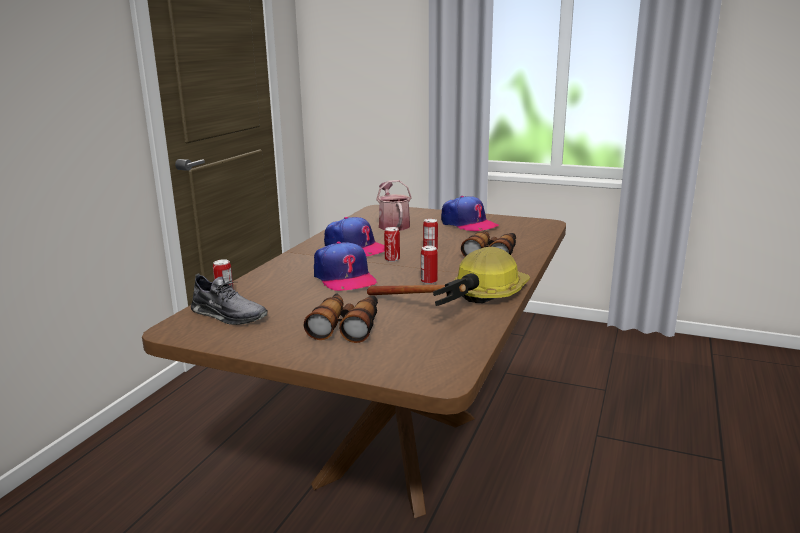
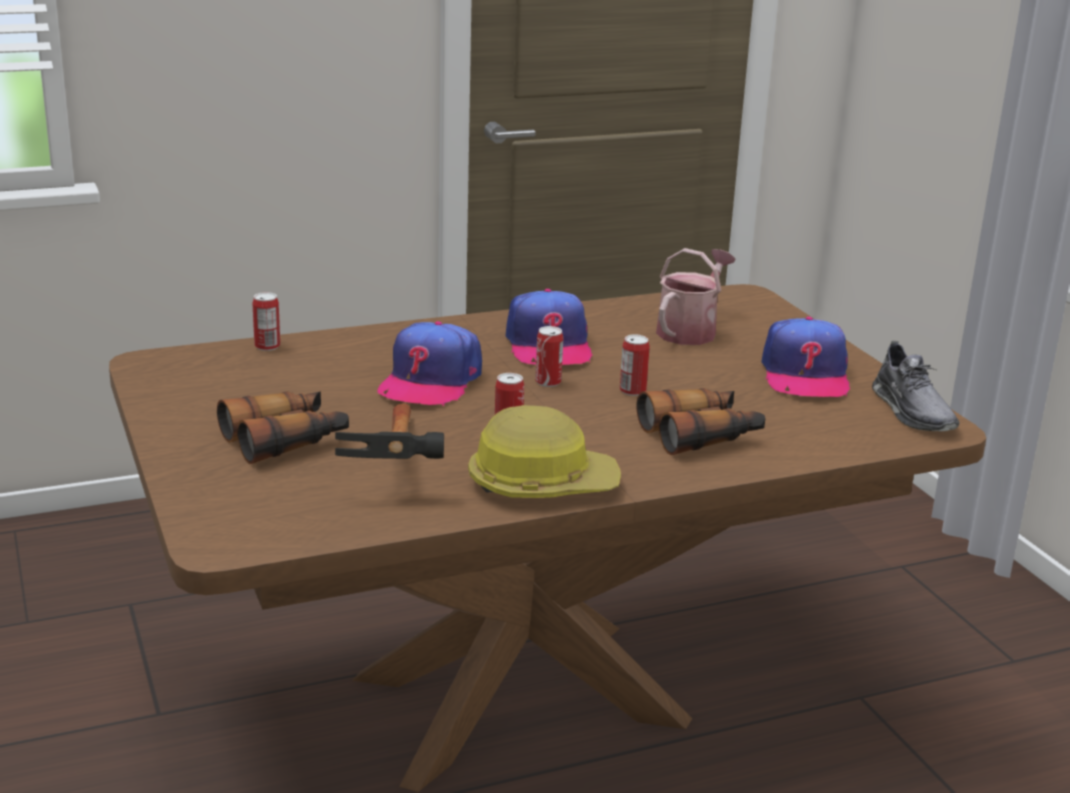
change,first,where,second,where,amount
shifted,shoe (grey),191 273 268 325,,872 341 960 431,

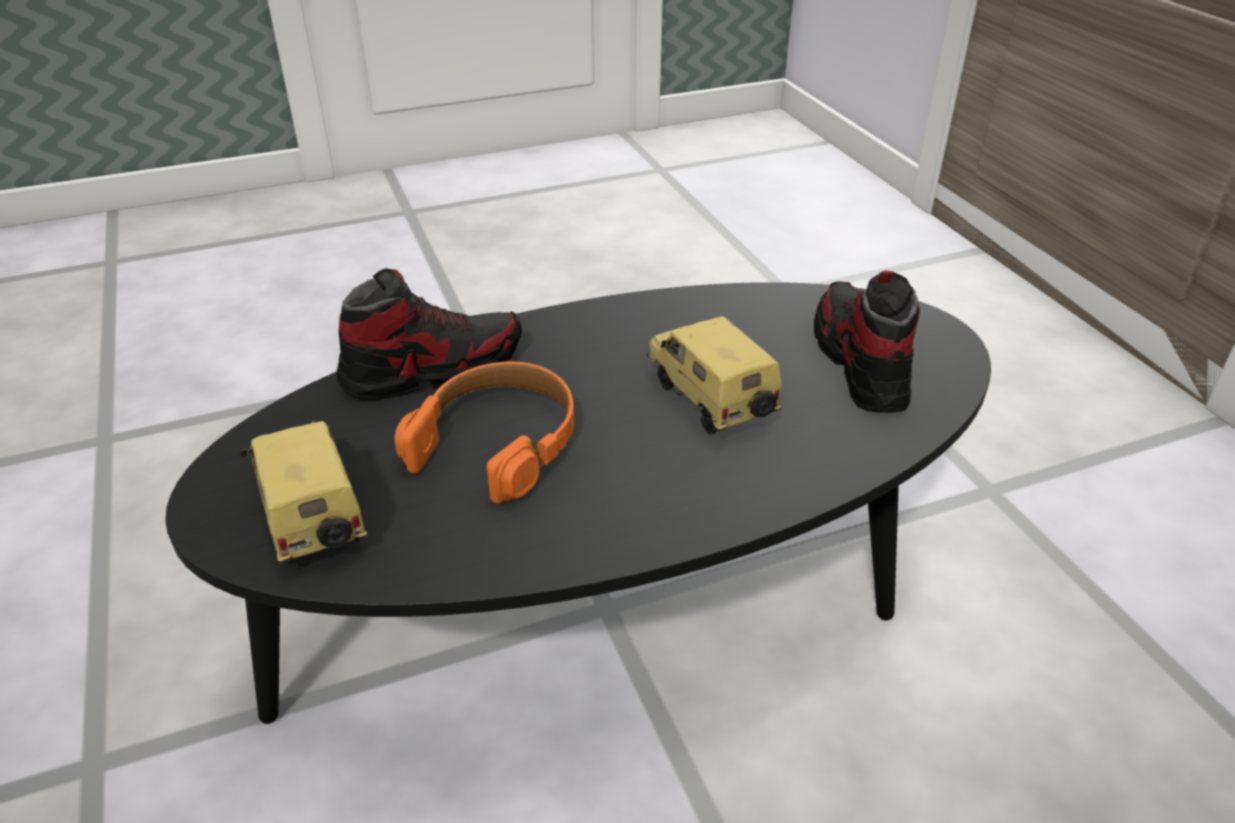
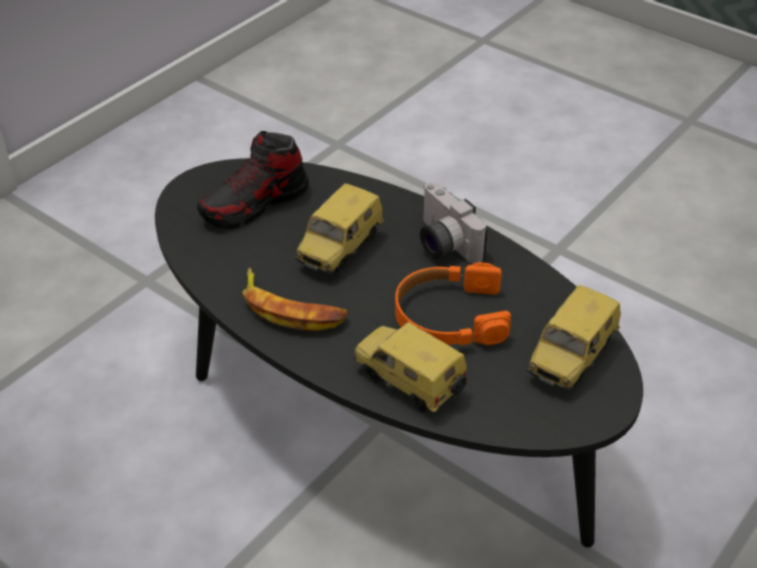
change,first,where,second,where,amount
swapped,shoe,336 268 522 400,toy car,354 322 468 413,
new,,,photo camera,420 182 488 264,
new,,,banana,243 268 348 331,

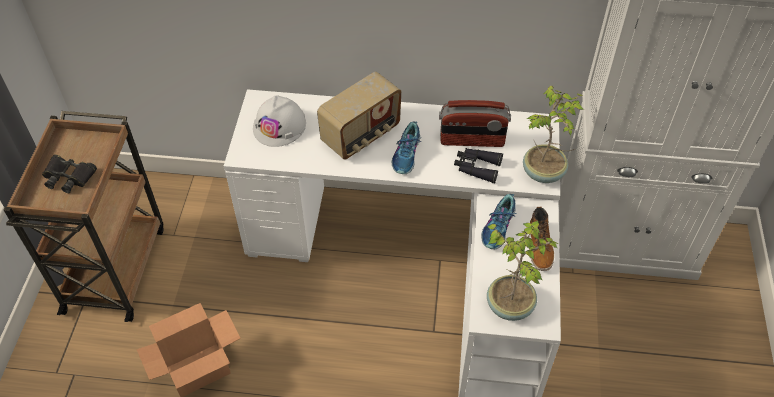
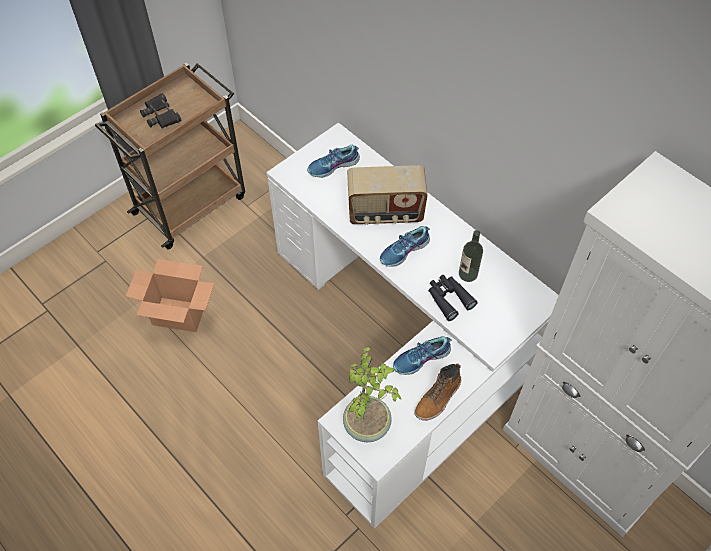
change,first,where,second,where,amount
gone,potted plant,523 86 584 183,,,
swapped,hard hat (white),253 95 306 147,shoe,307 145 360 178,
swapped,radio,439 100 511 147,bottle,459 230 483 282,

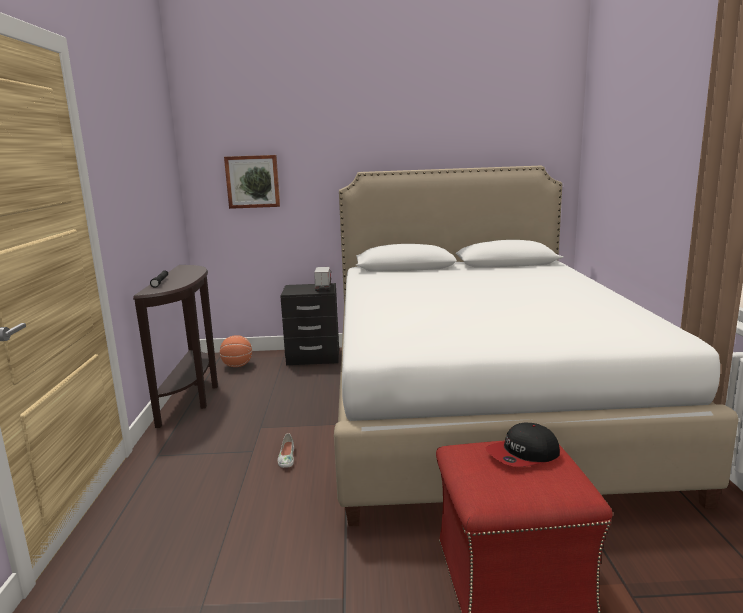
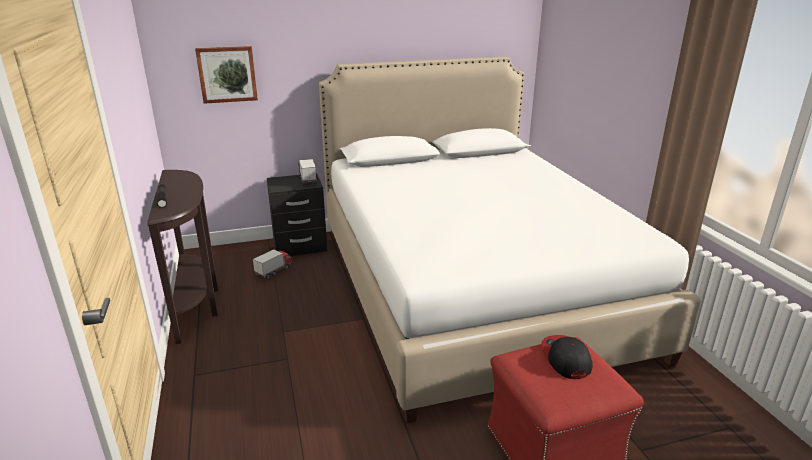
change,first,where,second,where,amount
gone,basketball,220 335 252 367,,,
rotated,cap,486 423 560 467,,541 335 593 379,120 degrees clockwise
gone,shoe (white),278 433 294 468,,,
new,,,toy truck,253 249 292 280,

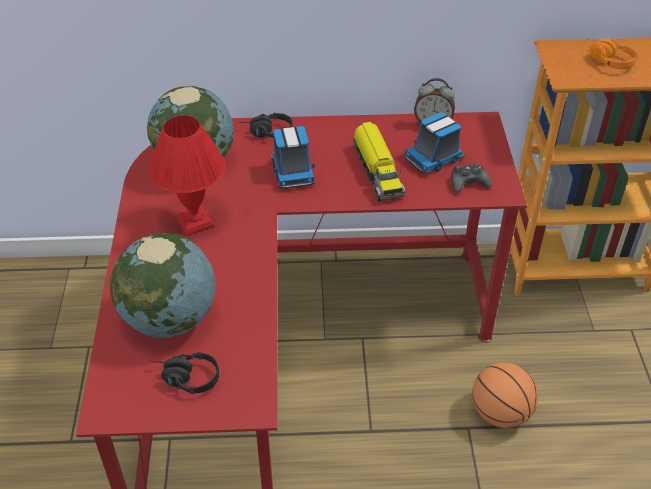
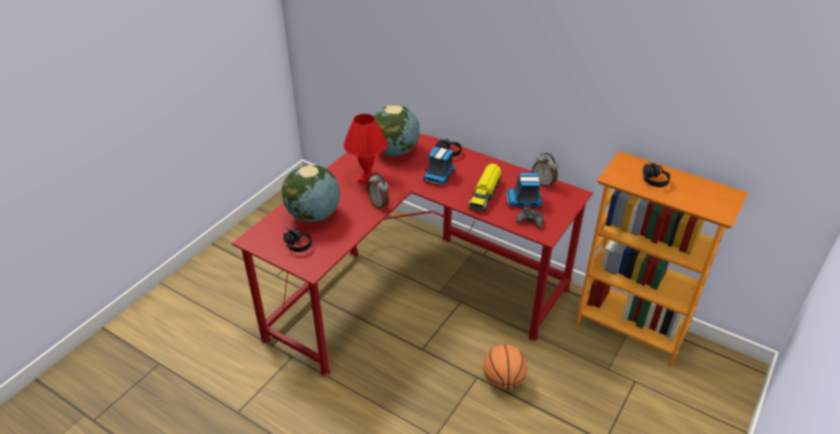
change,first,where,second,where,amount
repainted,headphones (orange),586 38 637 69,headphones (black),643 161 670 187,
new,,,alarm clock,368 174 389 210,

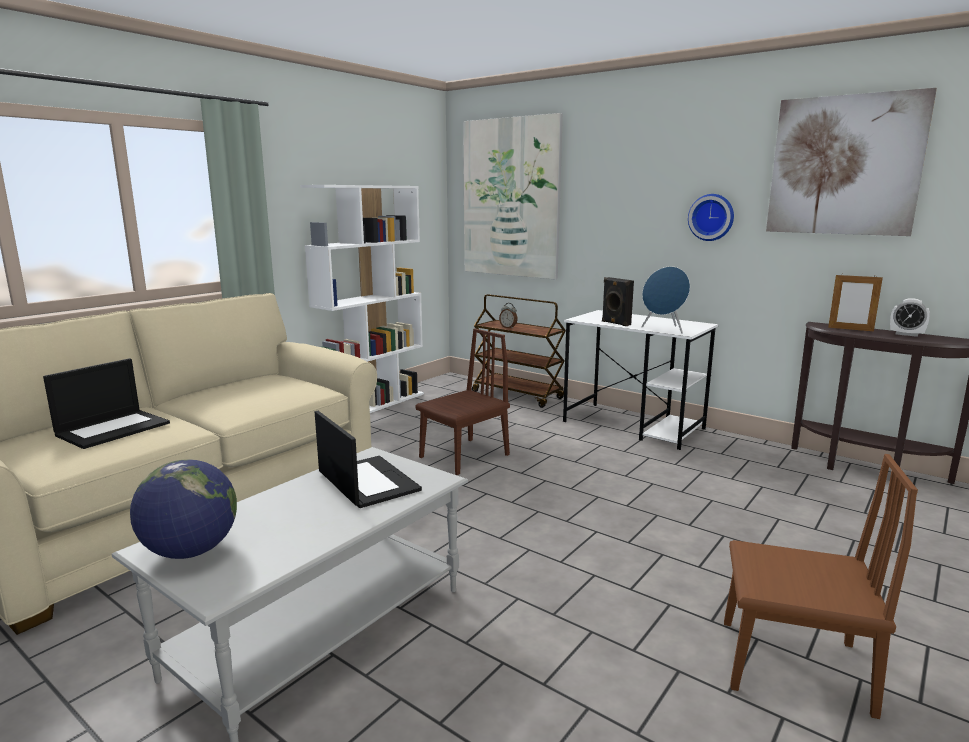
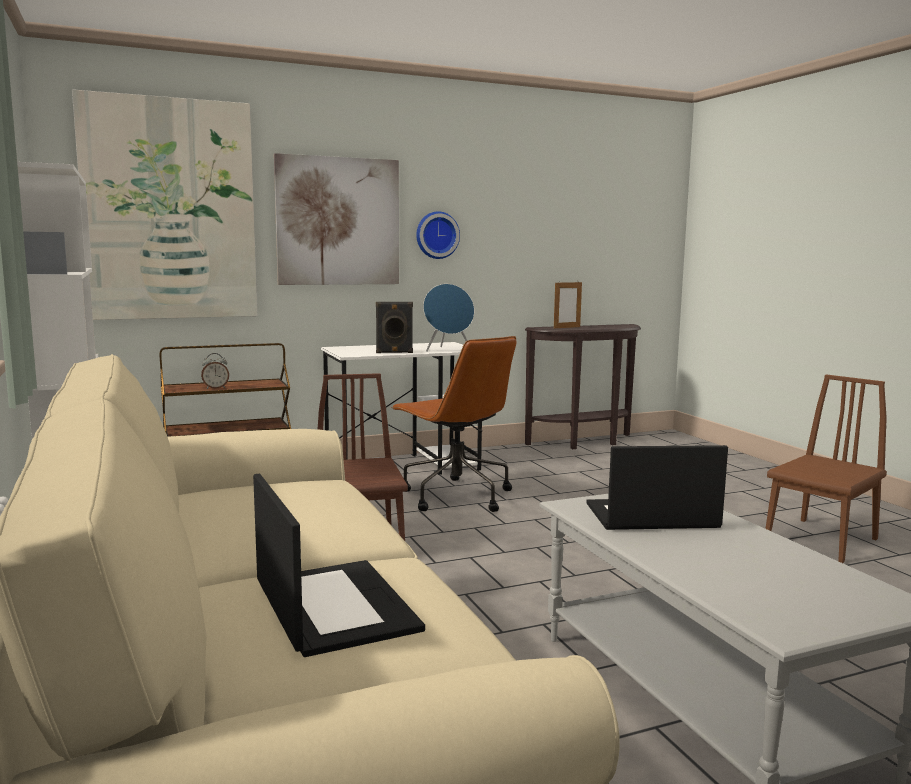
change,first,where,second,where,amount
shifted,picture,766 88 937 236,,274 153 399 285,
gone,alarm clock,890 298 930 337,,,
gone,globe,130 460 237 559,,,
new,,,office chair (brown),391 336 516 512,

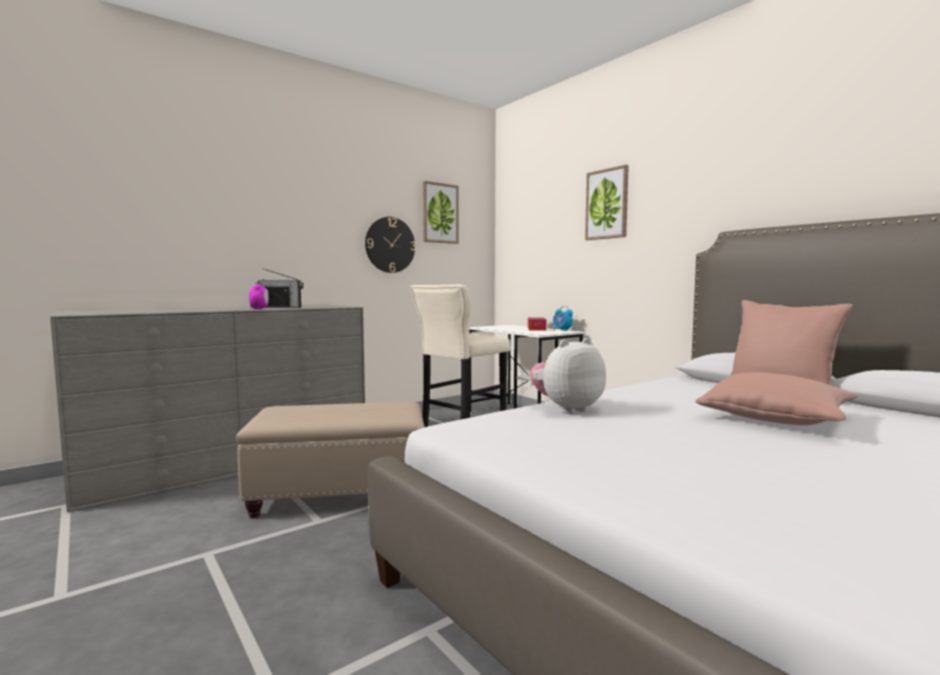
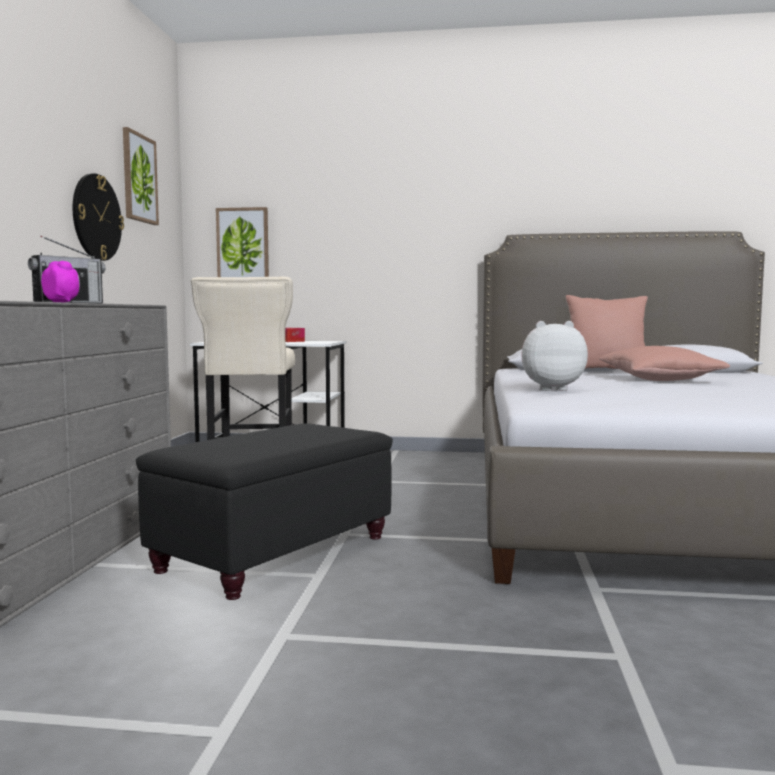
change,first,where,second,where,amount
shifted,picture,585 165 629 240,,216 207 269 277,
gone,alarm clock,553 306 573 331,,,
rotated,plush toy,530 338 606 414,,521 321 588 391,75 degrees clockwise
repainted,ottoman (beige),236 402 425 519,ottoman (black),136 423 393 600,

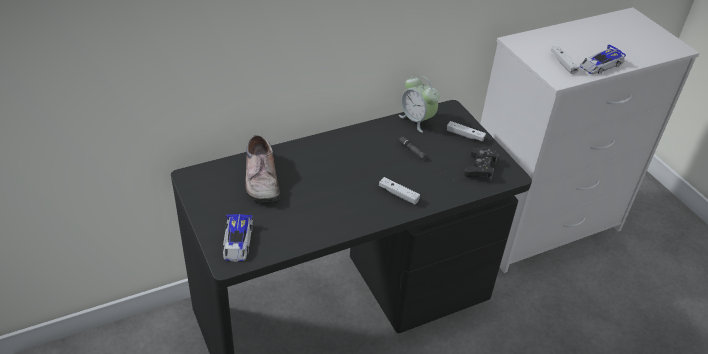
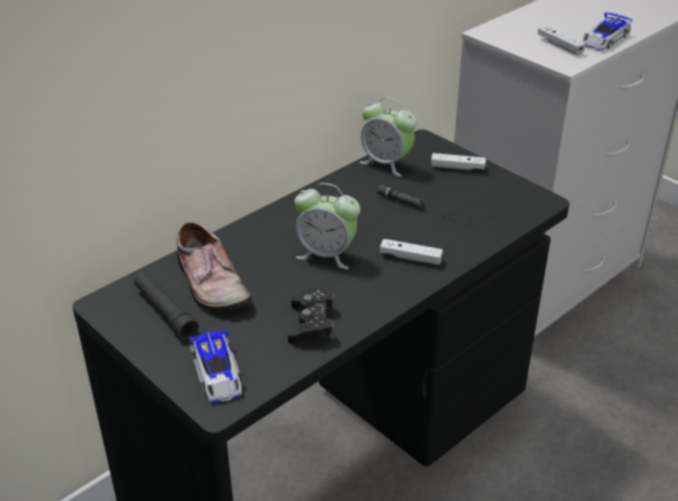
change,first,where,second,where,amount
shifted,game controller (black),464 147 498 180,,288 287 335 344,
new,,,alarm clock,294 183 360 269,
new,,,flashlight (black),134 272 199 339,

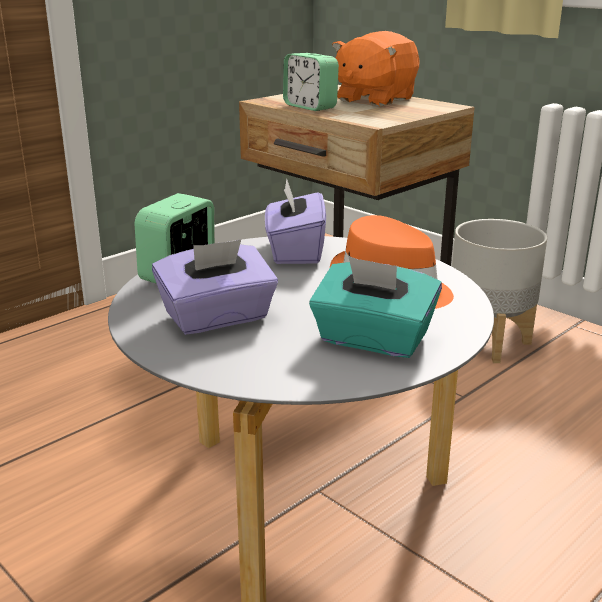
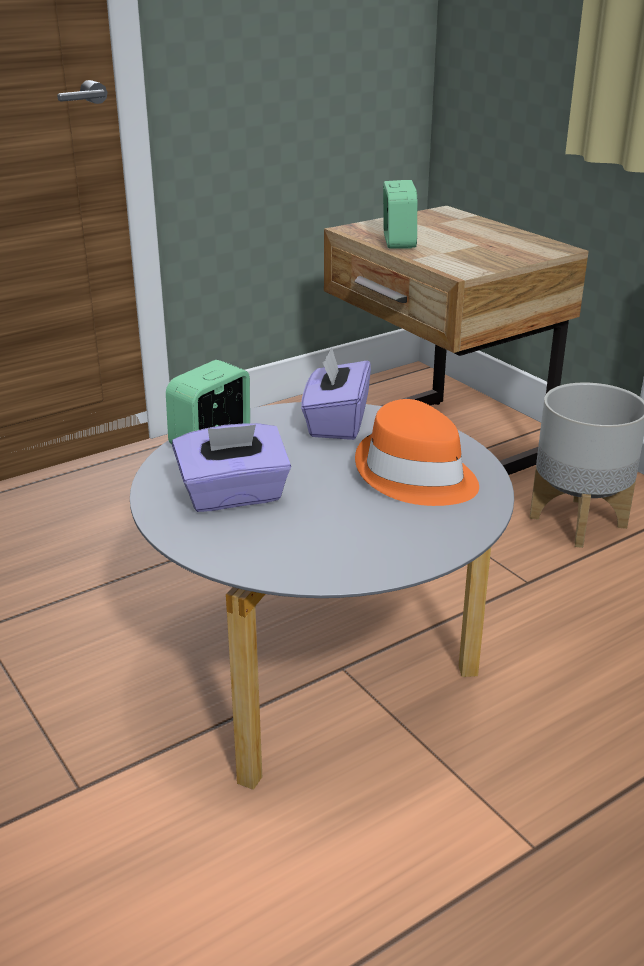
change,first,where,second,where,amount
gone,plush toy (orange),332 31 420 106,,,
rotated,alarm clock,283 53 339 111,,383 180 417 249,150 degrees counterclockwise
gone,tissue box (turquoise),309 256 442 358,,,

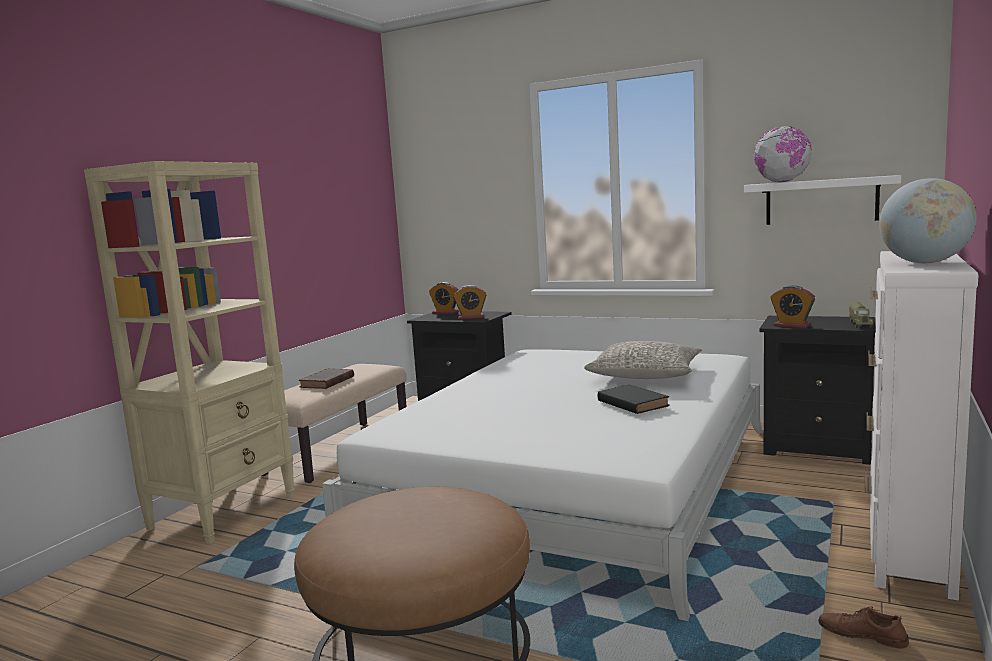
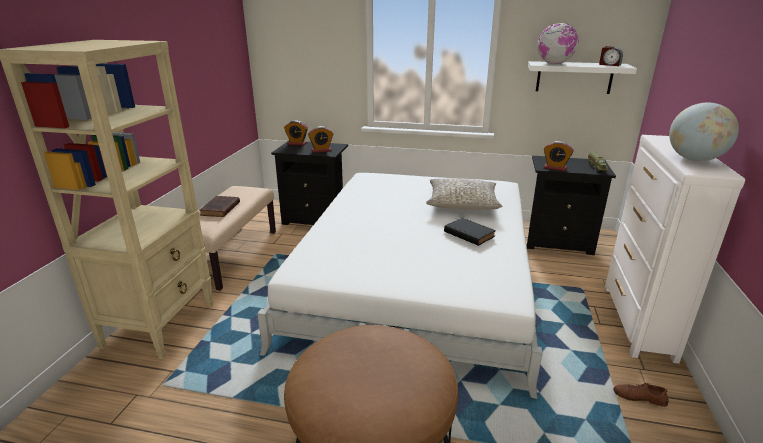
change,first,where,second,where,amount
new,,,alarm clock,599 46 623 66,

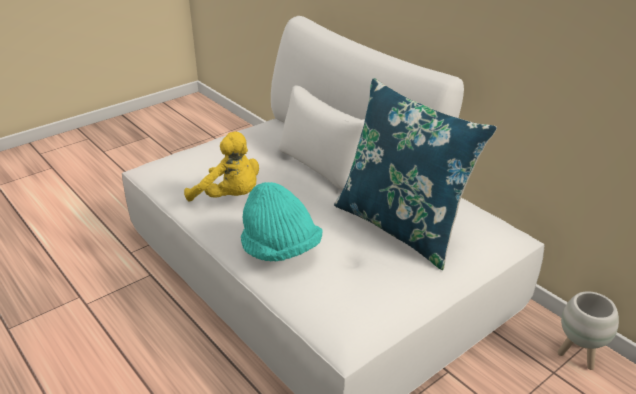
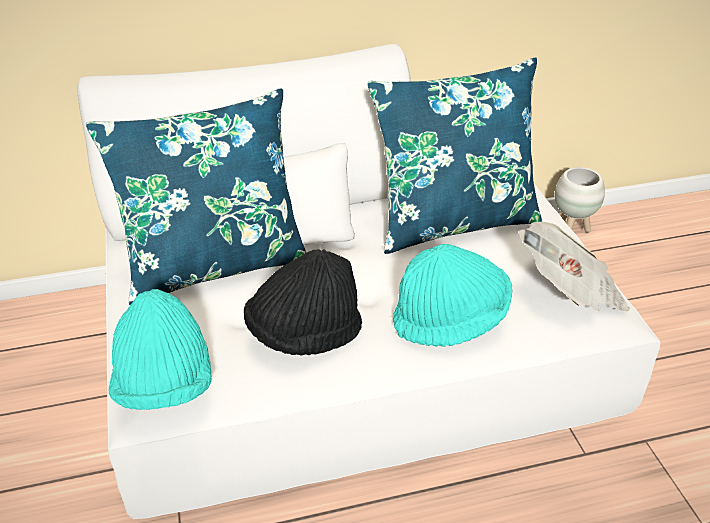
change,first,where,second,where,amount
swapped,plush toy (yellow),184 132 259 201,hat (black),244 249 362 355,
new,,,pillow (blue),86 88 307 305,
new,,,newspaper,519 222 630 311,
new,,,hat (turquoise),109 289 212 410,

